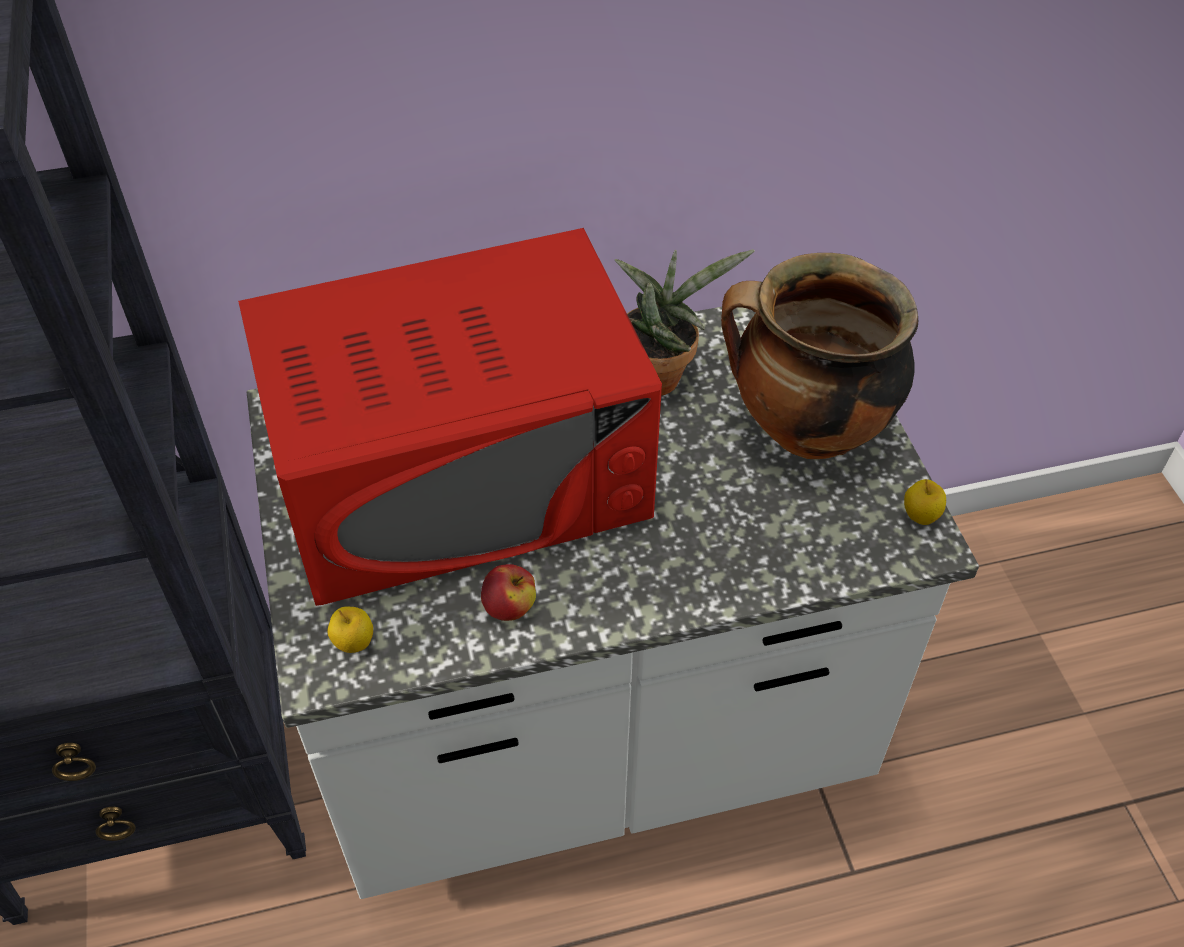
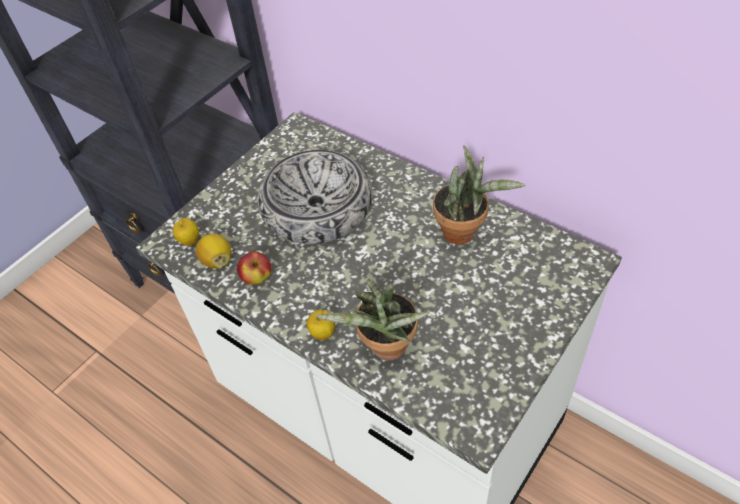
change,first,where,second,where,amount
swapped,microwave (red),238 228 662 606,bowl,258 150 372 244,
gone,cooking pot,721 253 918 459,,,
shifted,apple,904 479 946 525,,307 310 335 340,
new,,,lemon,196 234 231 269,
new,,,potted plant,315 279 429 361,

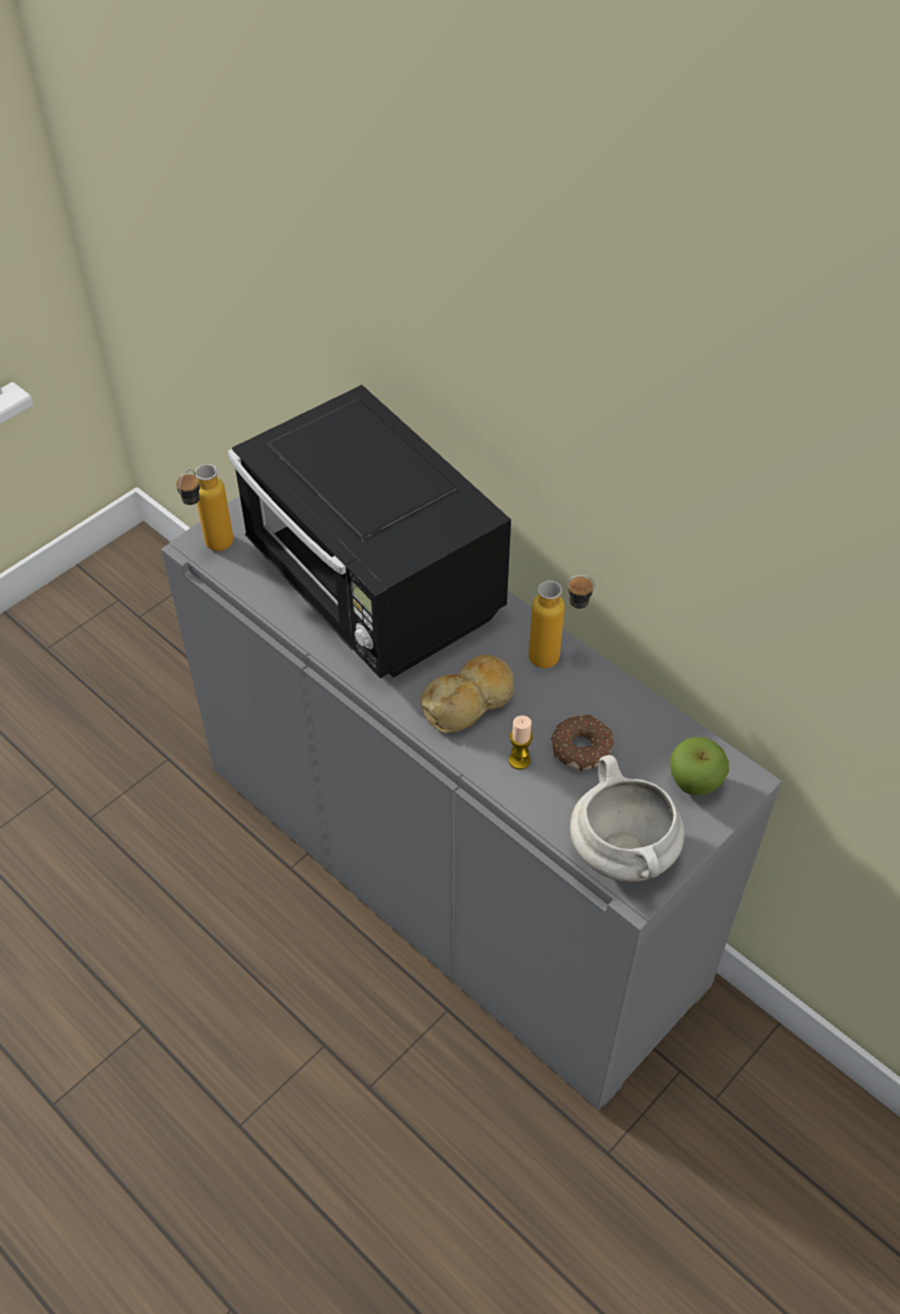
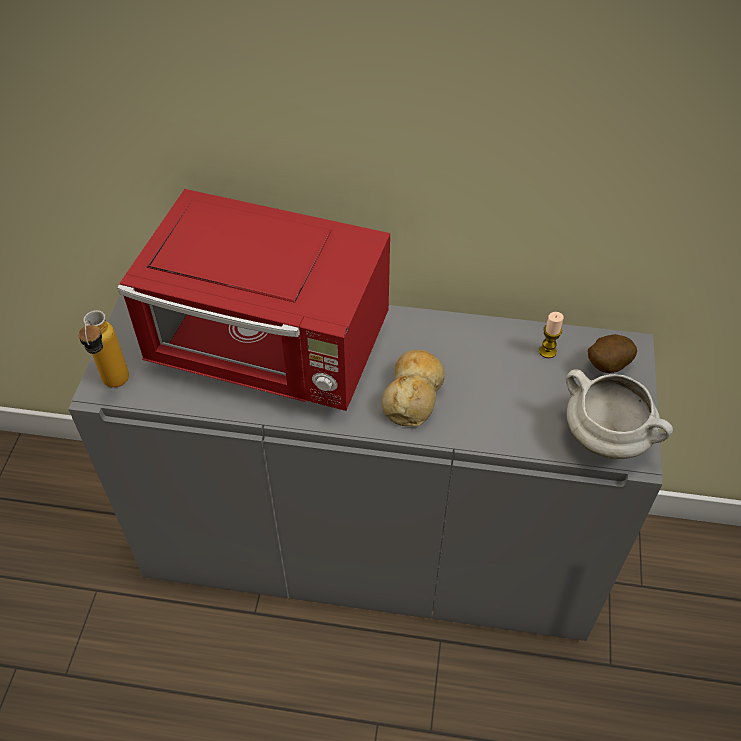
change,first,where,second,where,amount
repainted,microwave (black),228 385 511 678,microwave (red),118 189 390 411,
gone,bottle,529 575 595 668,,,
gone,donut,551 715 615 771,,,
shifted,candle,509 716 533 769,,539 312 564 358,
swapped,apple,670 737 729 796,potato,588 334 637 373,

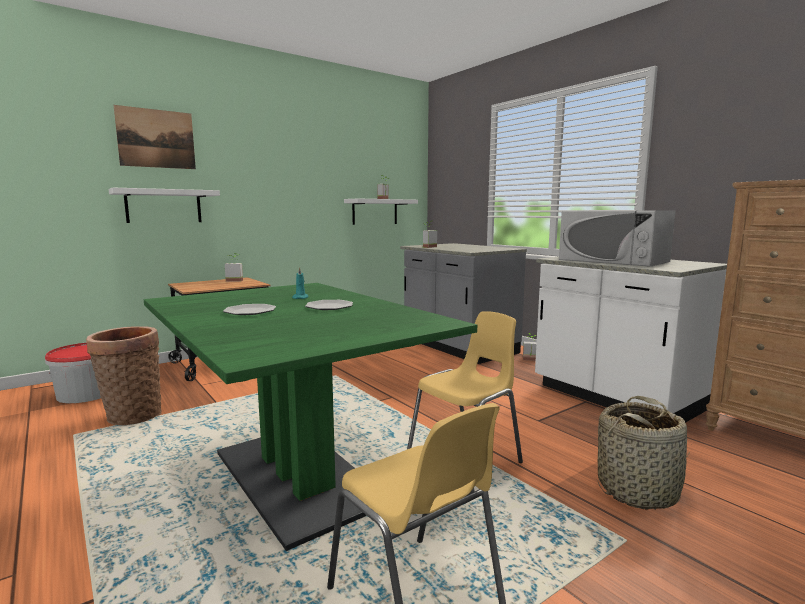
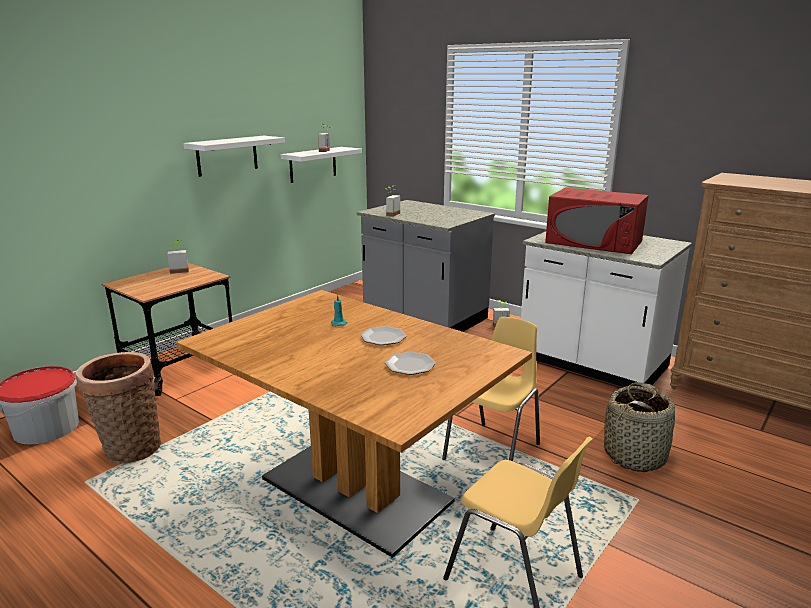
change,first,where,second,where,amount
gone,picture,114 105 196 169,,,
shifted,shelf (white),109 188 220 223,,183 136 285 177,
repainted,microwave (white),559 210 675 267,microwave (red),545 188 649 254,
repainted,dining table (green),144 283 477 551,dining table (brown),176 290 532 558,
shifted,plate,223 304 276 315,,385 351 436 375,

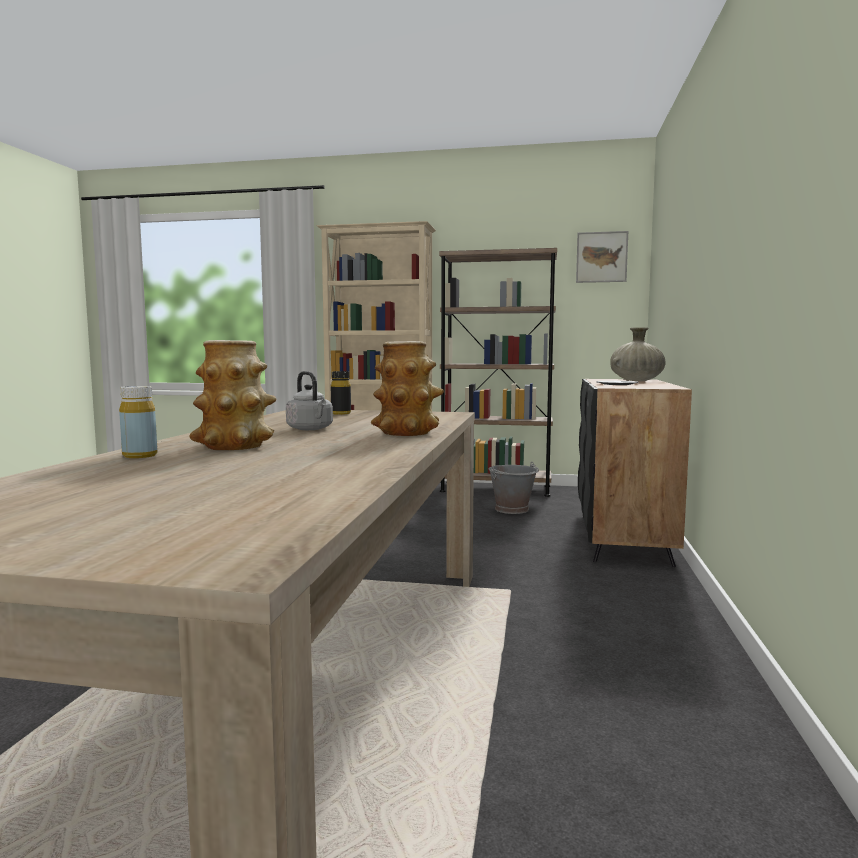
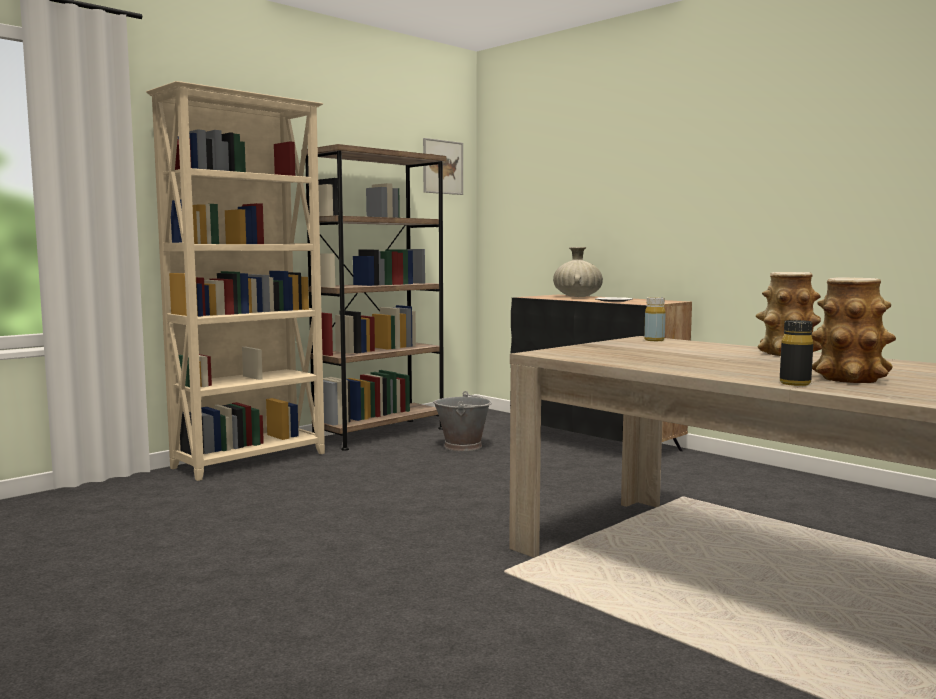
change,first,where,second,where,amount
gone,kettle (grey),286 371 333 430,,,
shifted,bottle (black),331 371 351 415,,780 320 813 386,
shifted,bottle (yellow),119 386 157 458,,644 297 665 341,

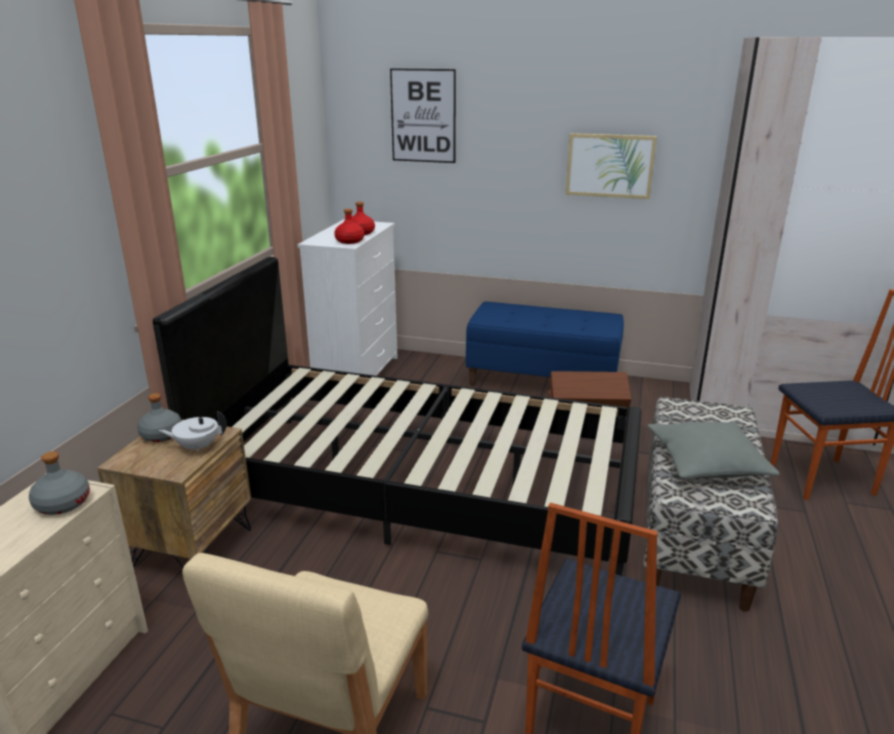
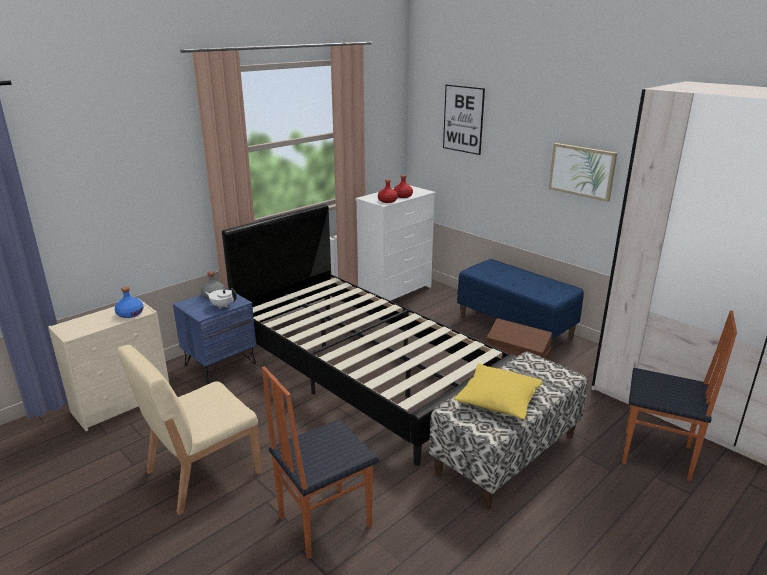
change,first,where,second,where,amount
repainted,nightstand (brown),97 420 251 568,nightstand (blue),173 287 256 384,
repainted,pillow (grey),648 422 780 479,pillow (yellow),454 363 543 419,
repainted,bottle (grey),29 451 90 515,bottle (blue),115 287 144 318,

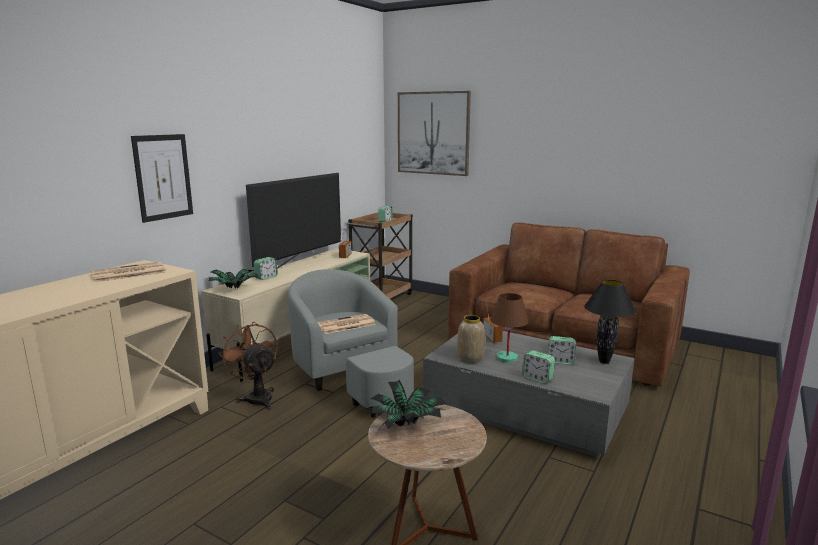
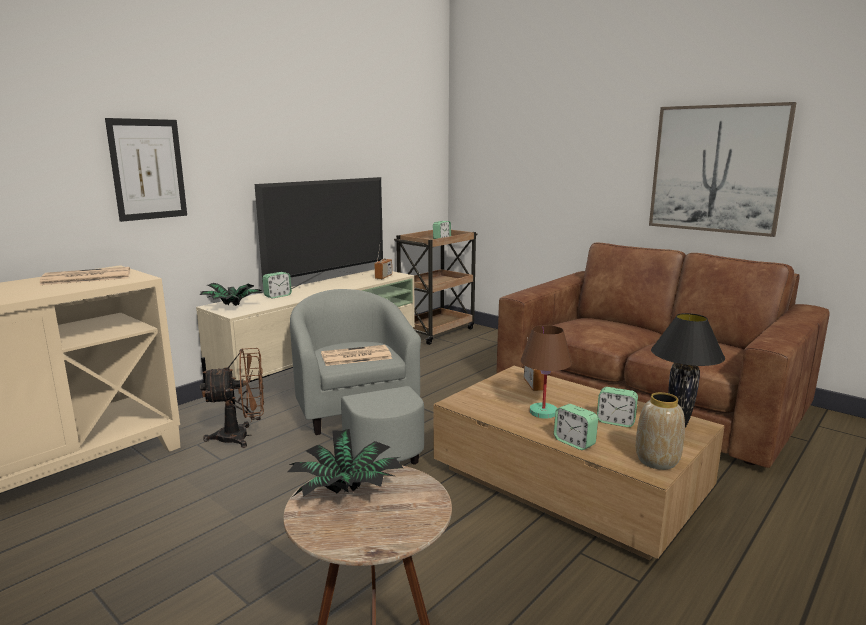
change,first,where,second,where,amount
shifted,picture,398 91 471 176,,649 102 797 237,
shifted,vase,457 315 485 363,,636 392 685 470,
rotated,fan (brown),218 322 277 410,,200 348 264 448,105 degrees clockwise
repainted,coffee table (grey),423 331 634 457,coffee table (brown),433 366 724 560,

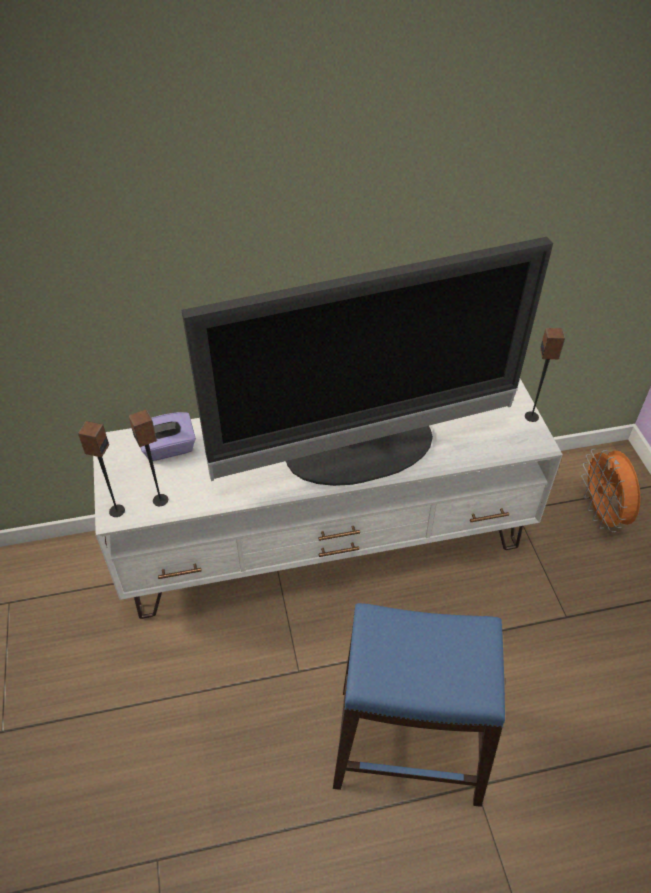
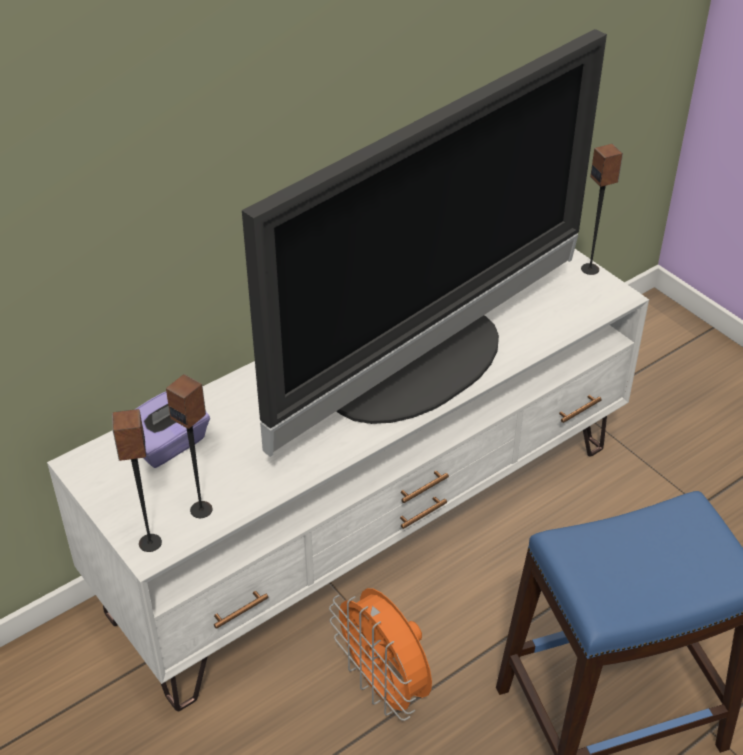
change,first,where,second,where,amount
shifted,fan (orange),581 449 640 532,,329 588 432 721,

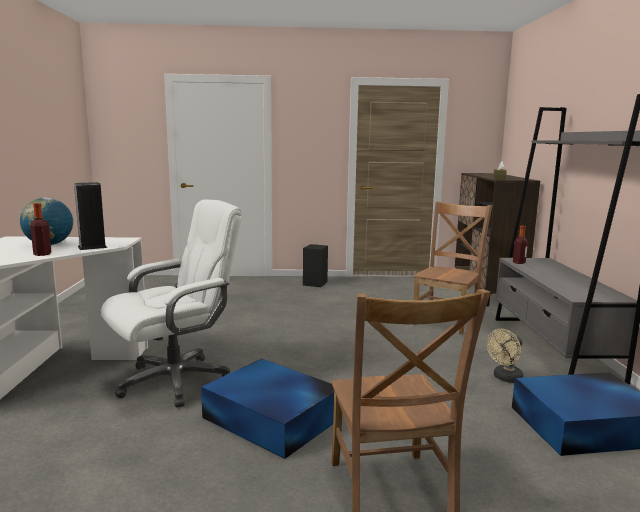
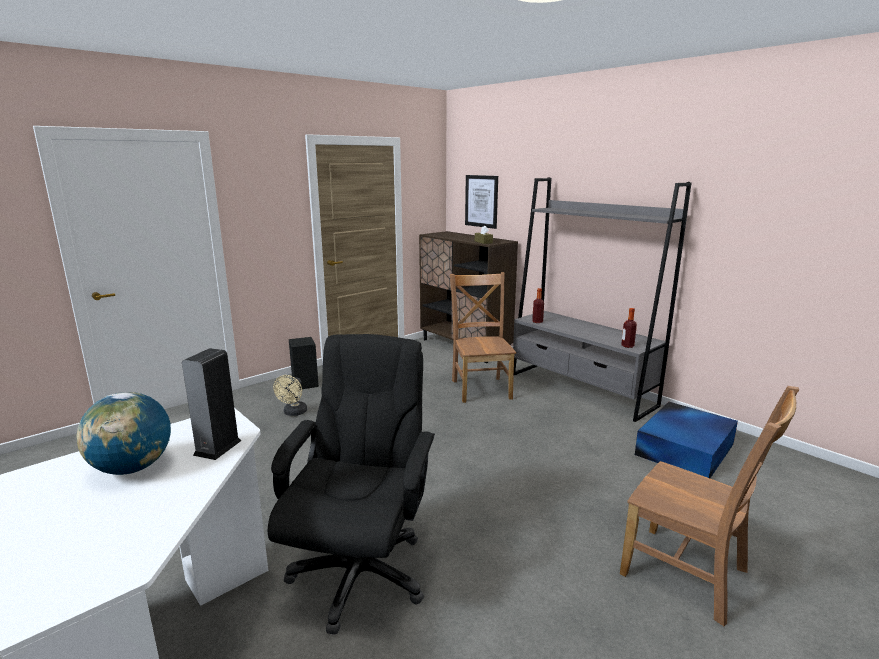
change,first,where,second,where,amount
repainted,office chair (white),101 199 242 407,office chair (black),268 334 435 635,
shifted,bottle,30 203 51 256,,621 308 637 348,
shifted,fan (beige),487 329 524 383,,273 375 307 416,
gone,storage box (blue),201 359 334 459,,,
new,,,picture,465 175 498 229,

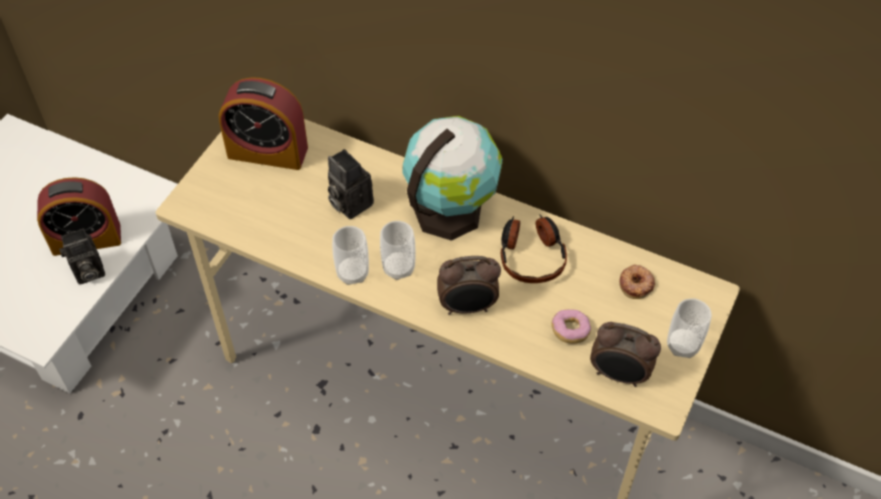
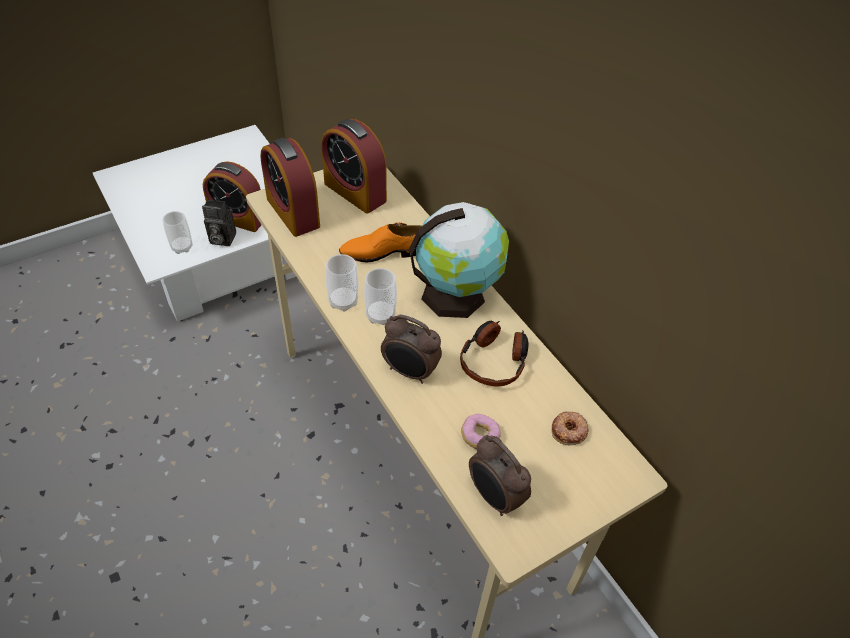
change,first,where,second,where,amount
swapped,photo camera,328 149 374 219,shoe (orange),339 222 422 262,
shifted,cup,667 298 712 358,,162 211 193 254,
new,,,alarm clock,260 138 320 237,

